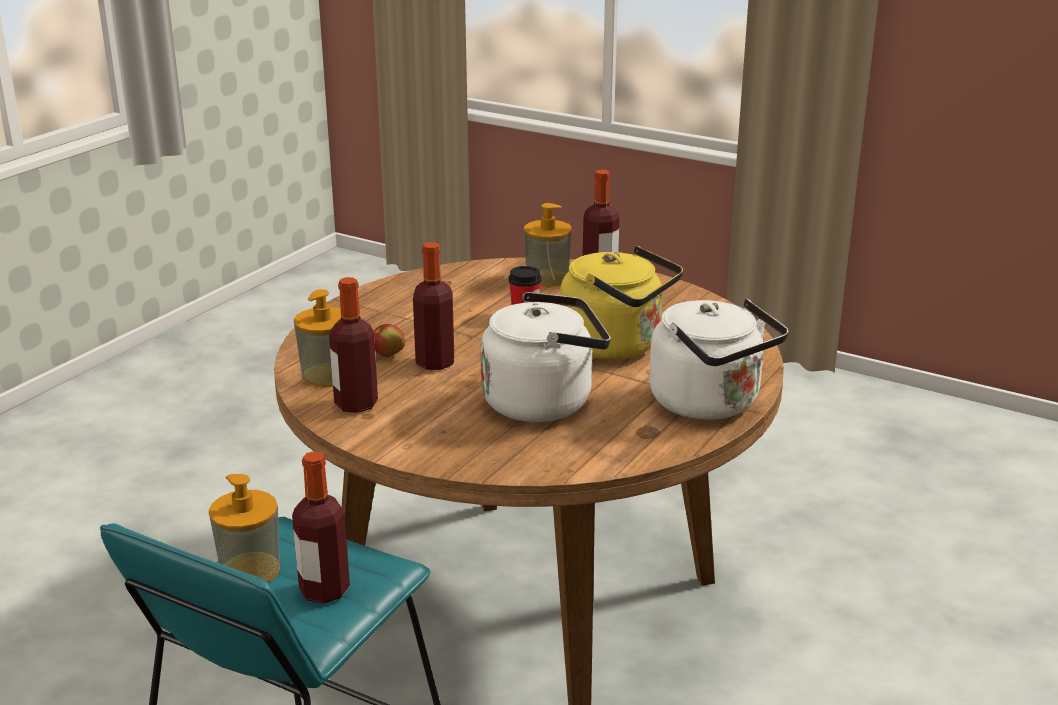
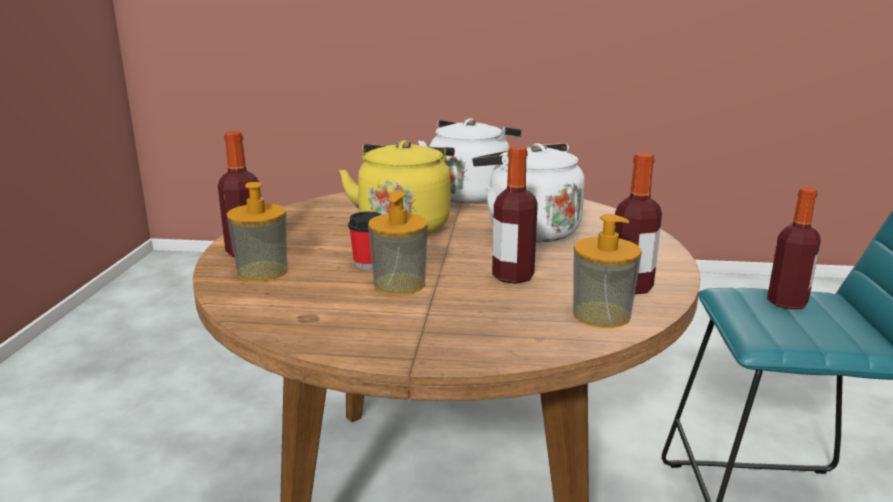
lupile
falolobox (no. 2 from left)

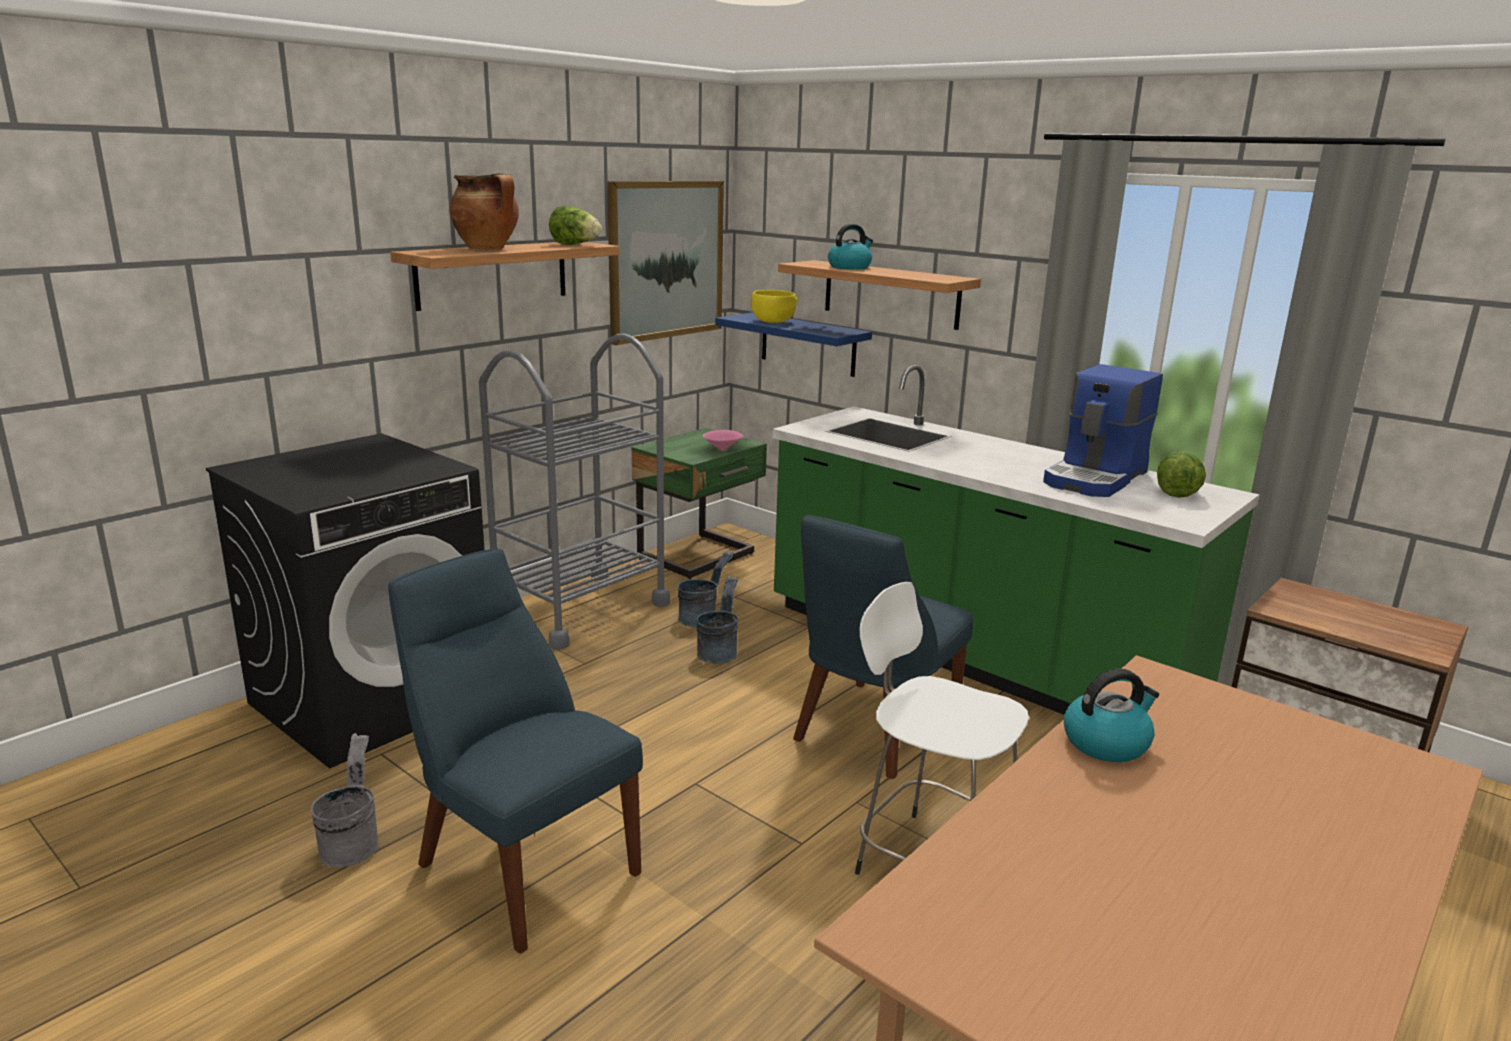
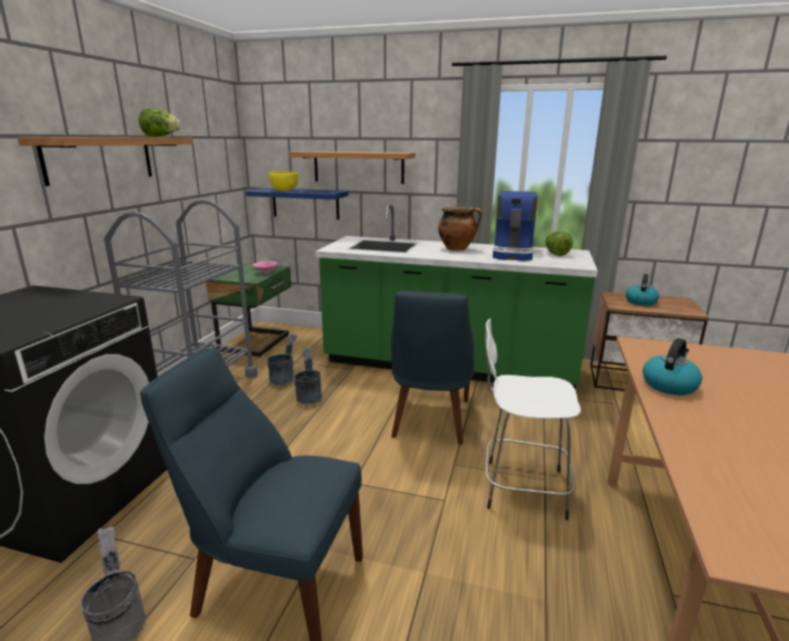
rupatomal
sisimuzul
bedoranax (no. 1 from left)

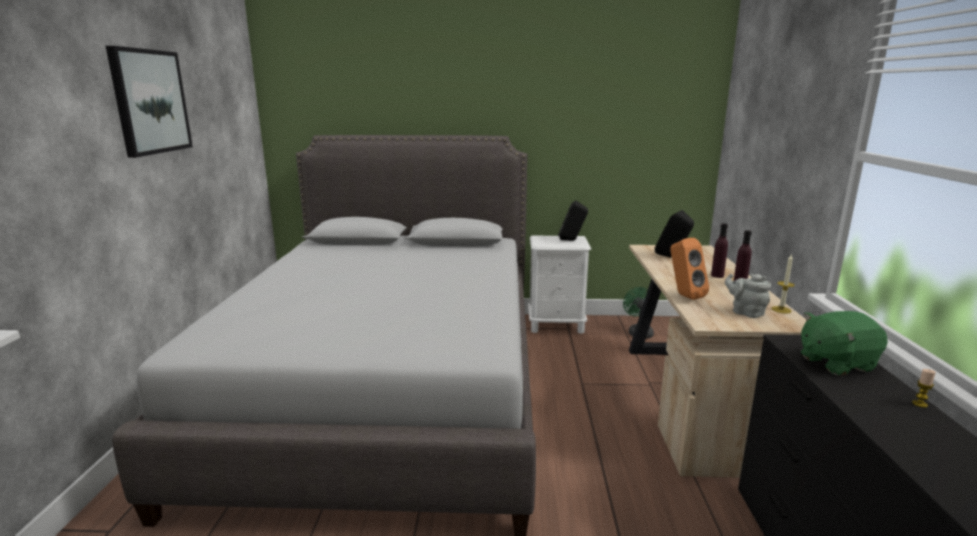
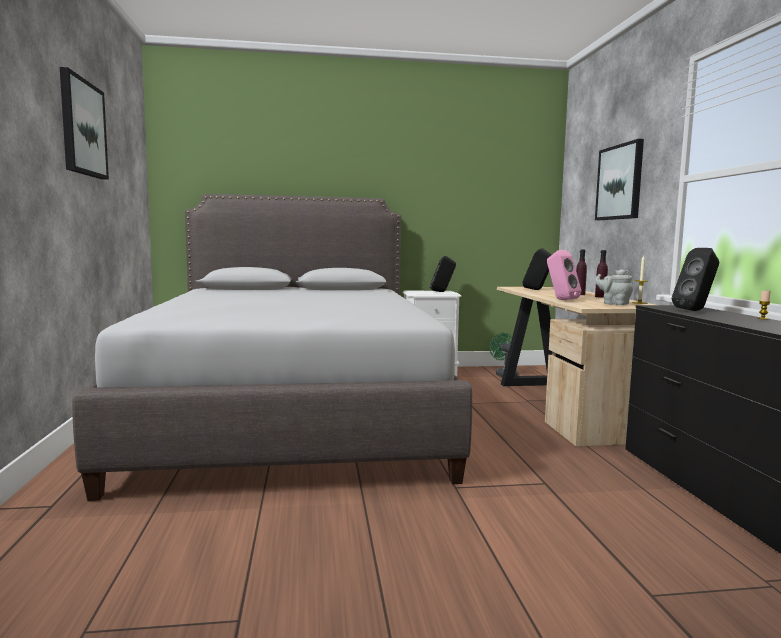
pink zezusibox
black zezusibox (no. 3 from left)
sisimuzul (no. 2 from left)

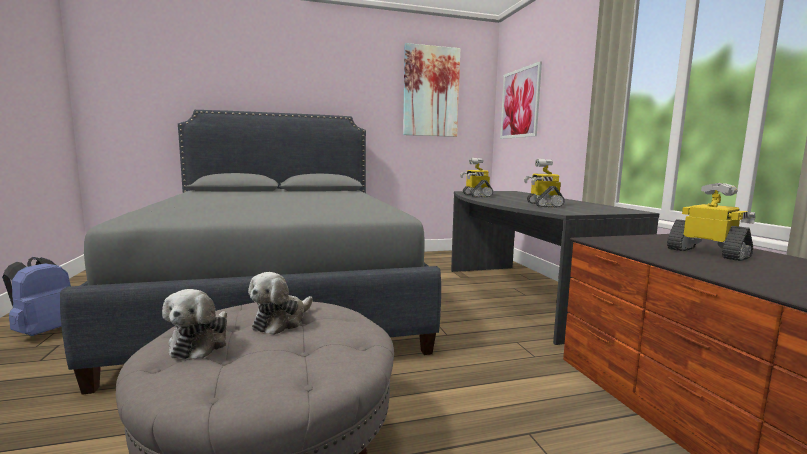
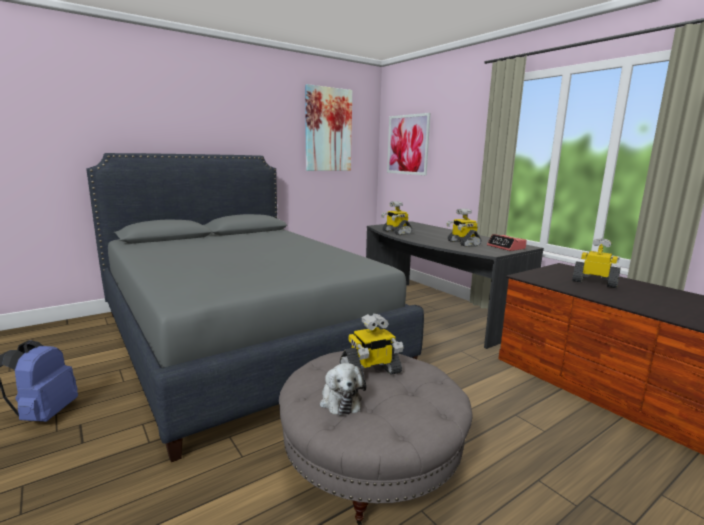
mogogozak (no. 1 from left)
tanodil

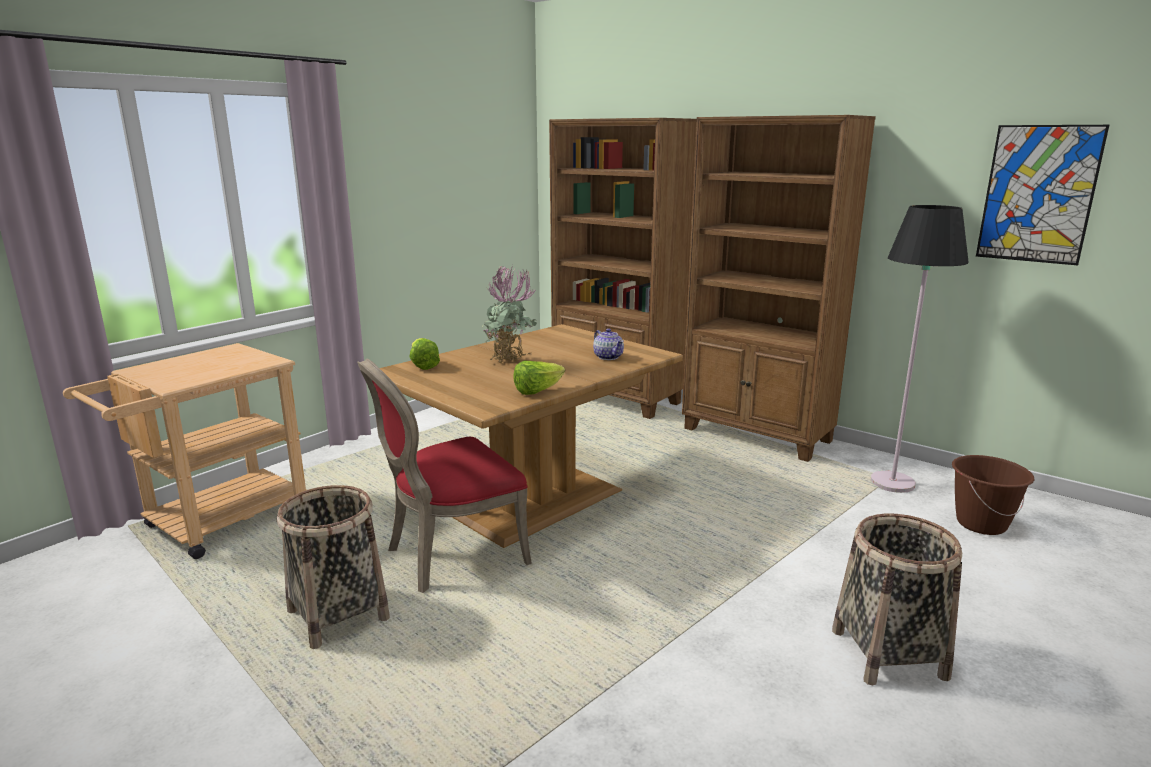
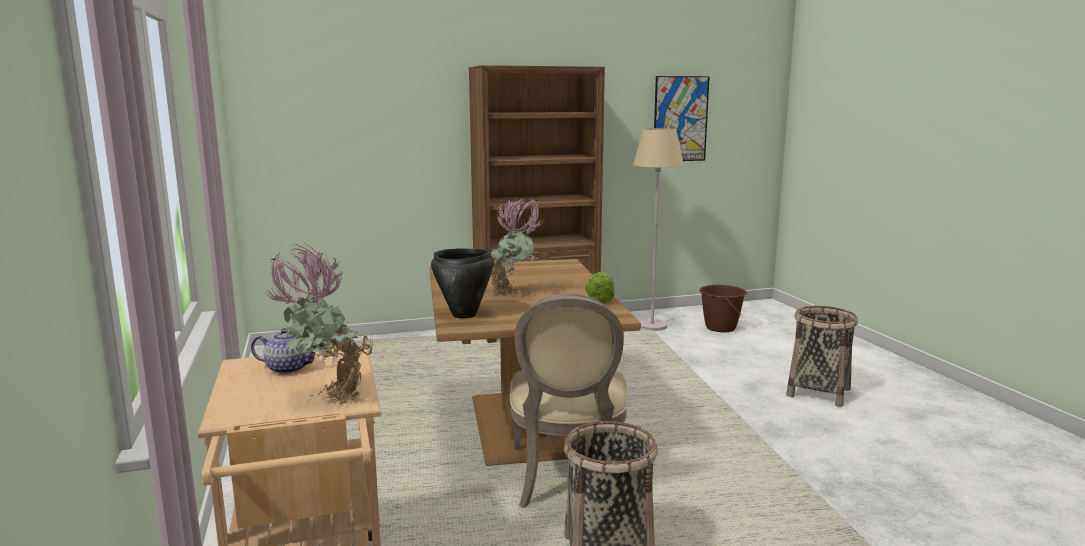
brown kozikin (no. 1 from left in the first image)
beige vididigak
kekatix
black rupatomal
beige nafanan
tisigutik (no. 1 from left)

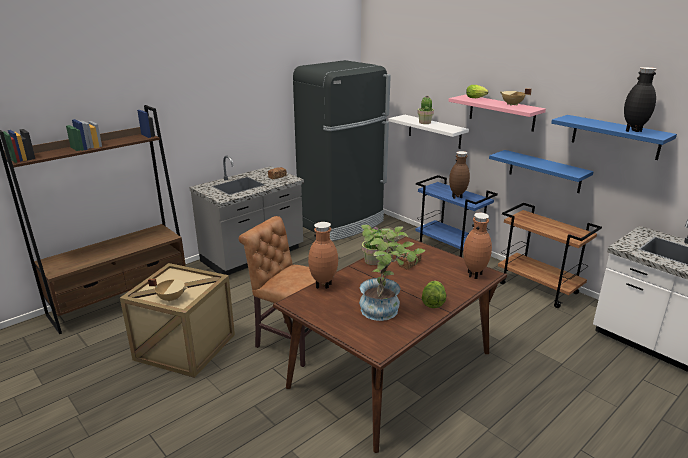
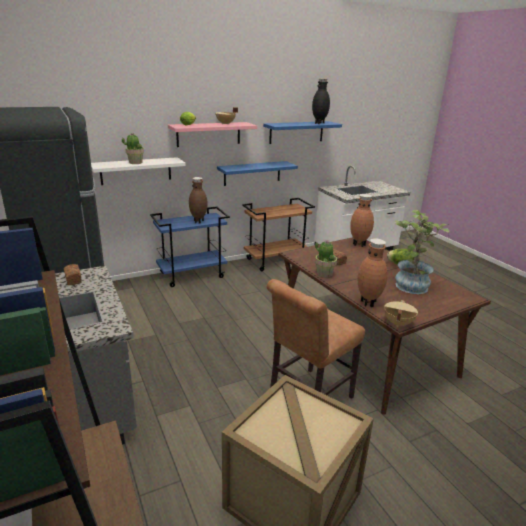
beige rupatomal (no. 2 from left)

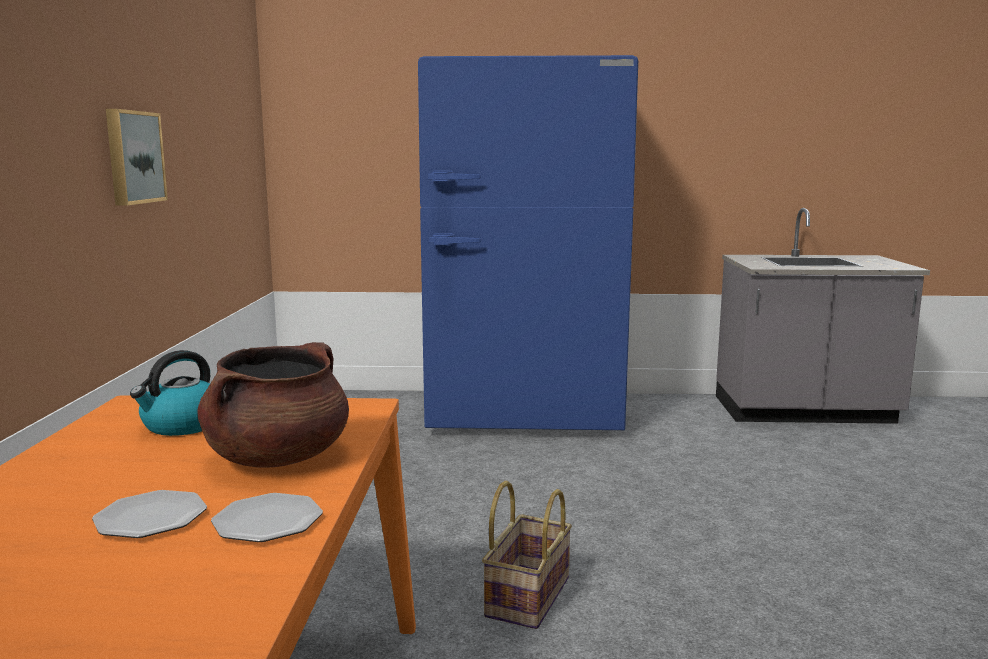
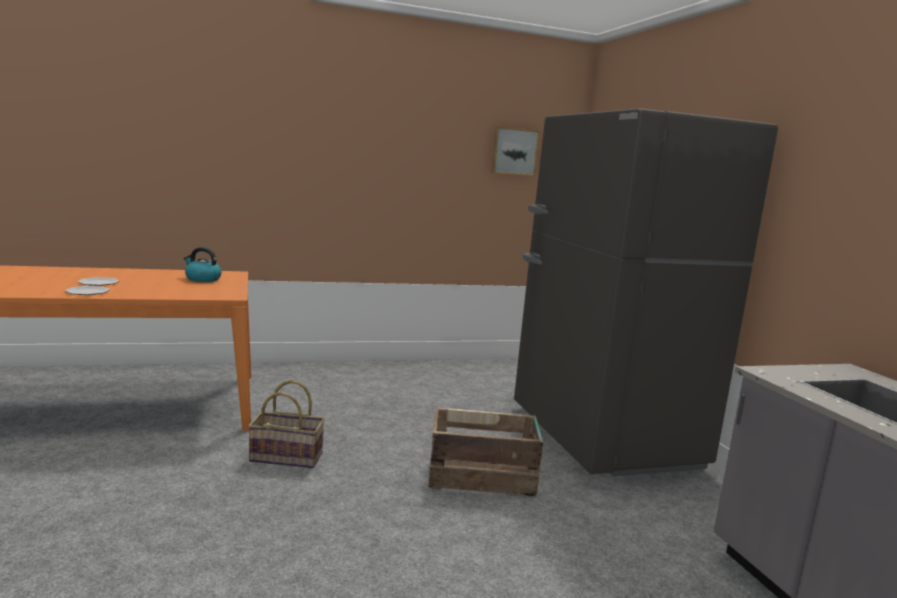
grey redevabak
sisimuzul
brown rupatomal
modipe

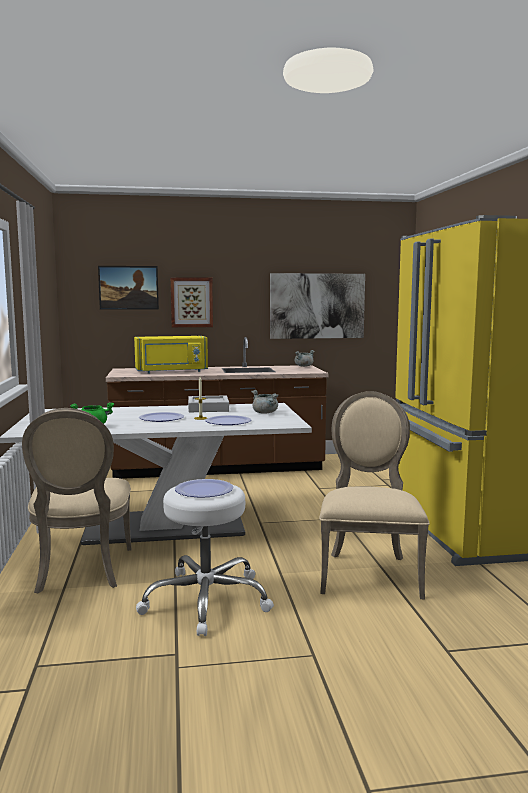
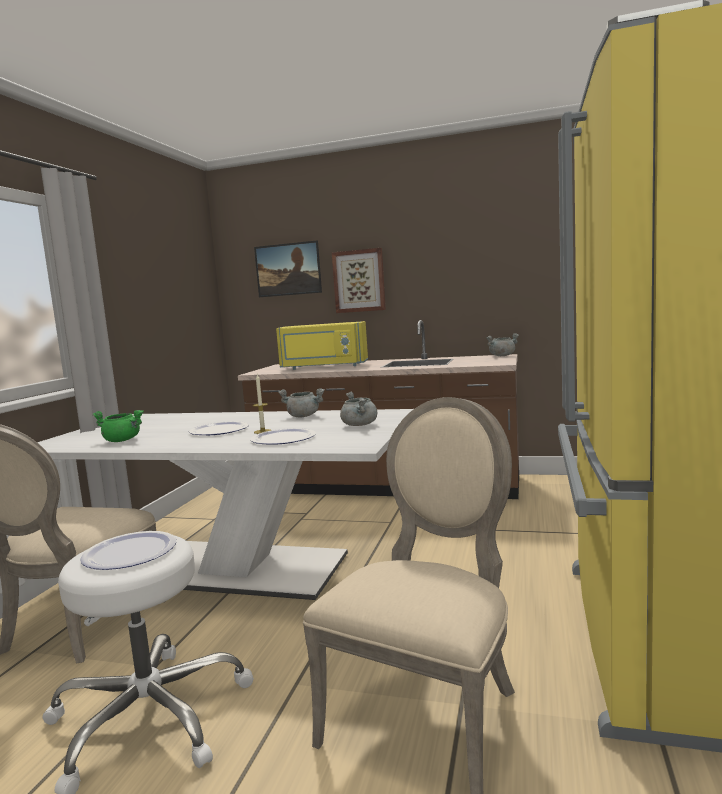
sisimuzul (no. 3 from left in the first image)
grey rupatomal (no. 1 from left)

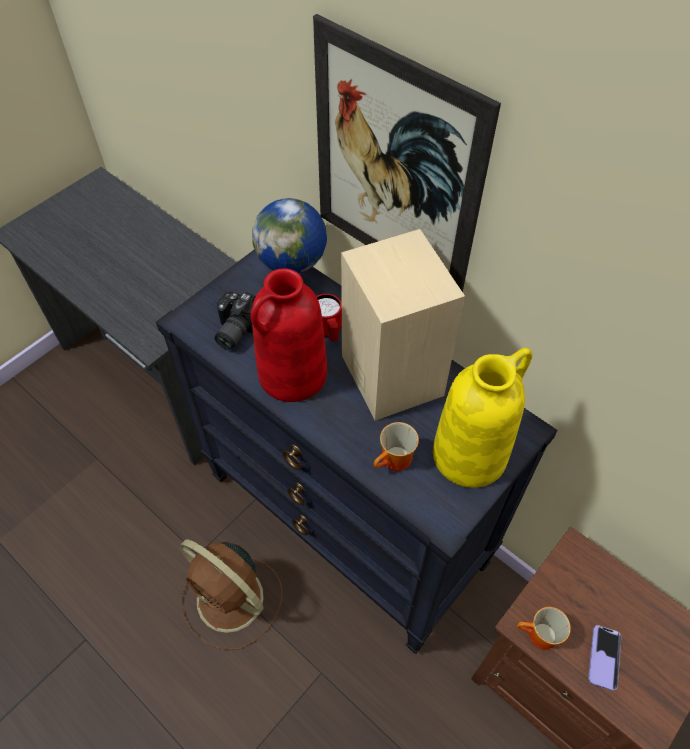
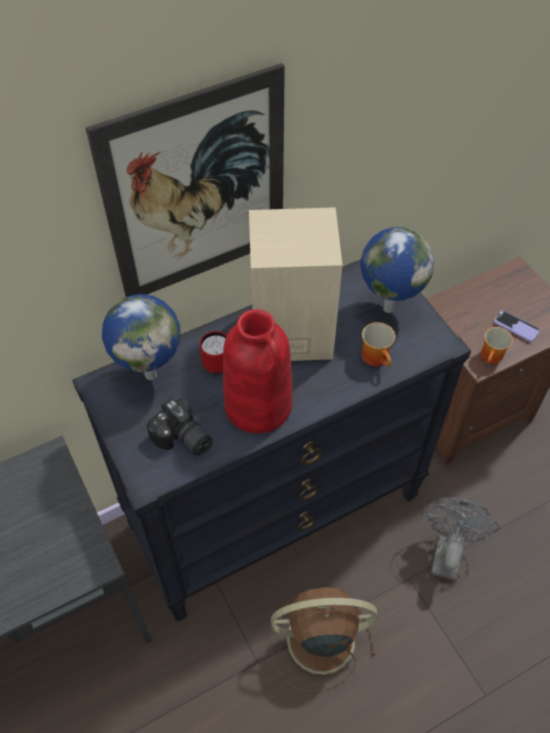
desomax (no. 2 from left)
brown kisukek
grey kisukek

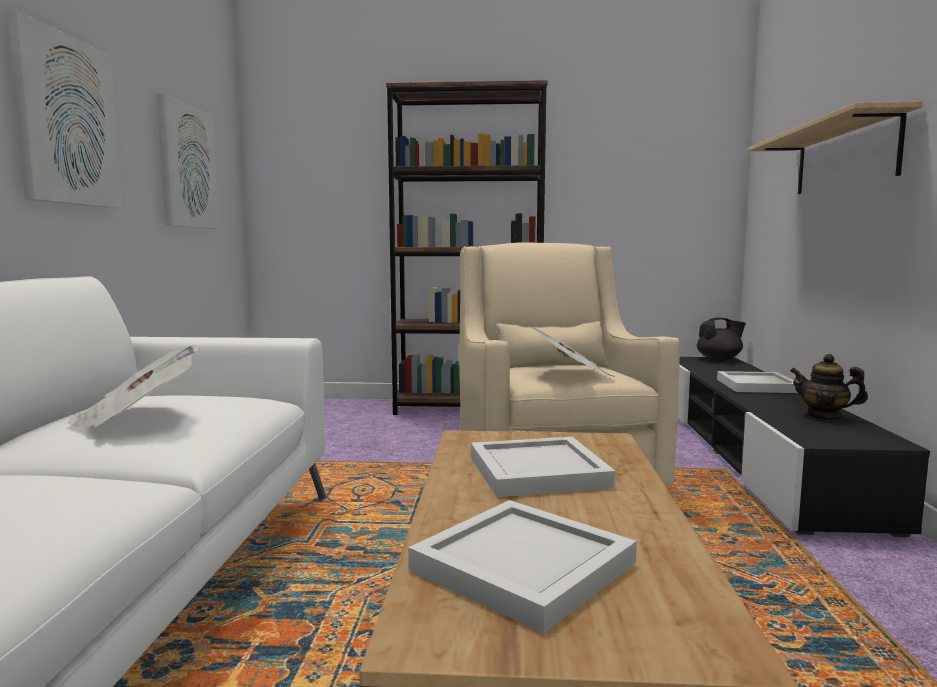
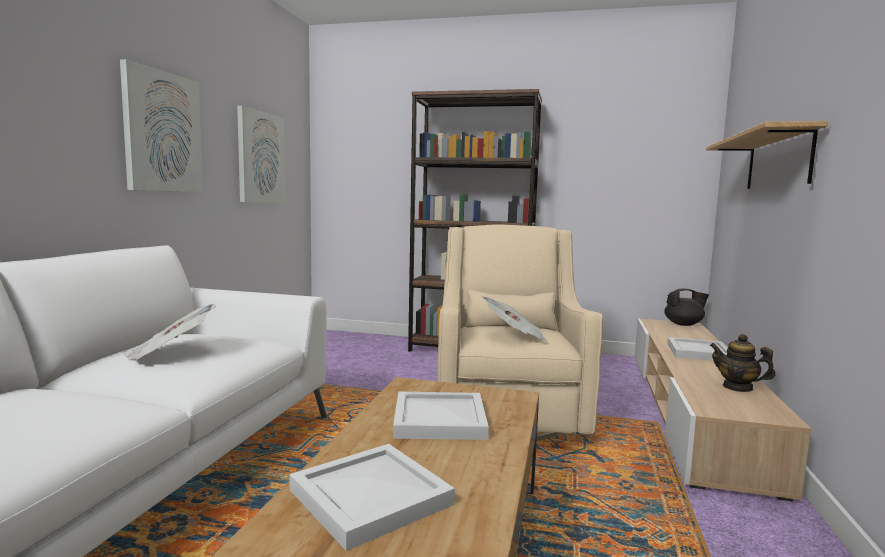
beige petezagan

